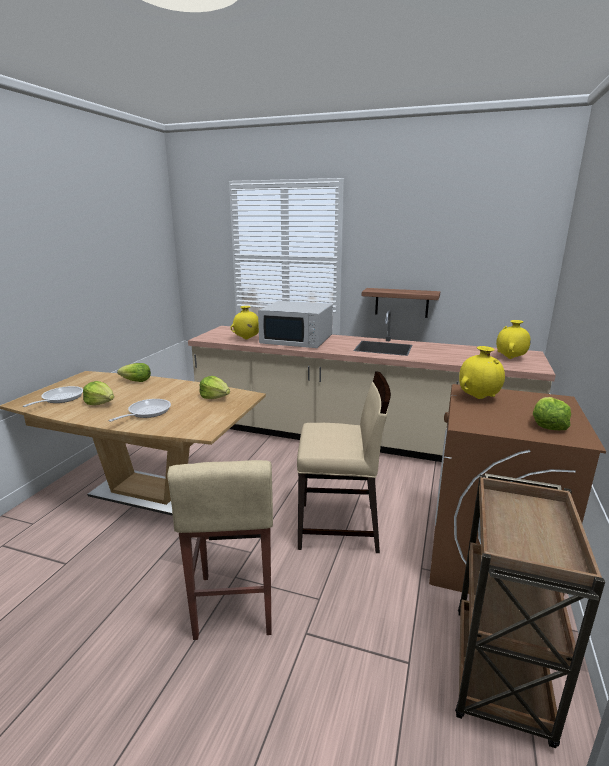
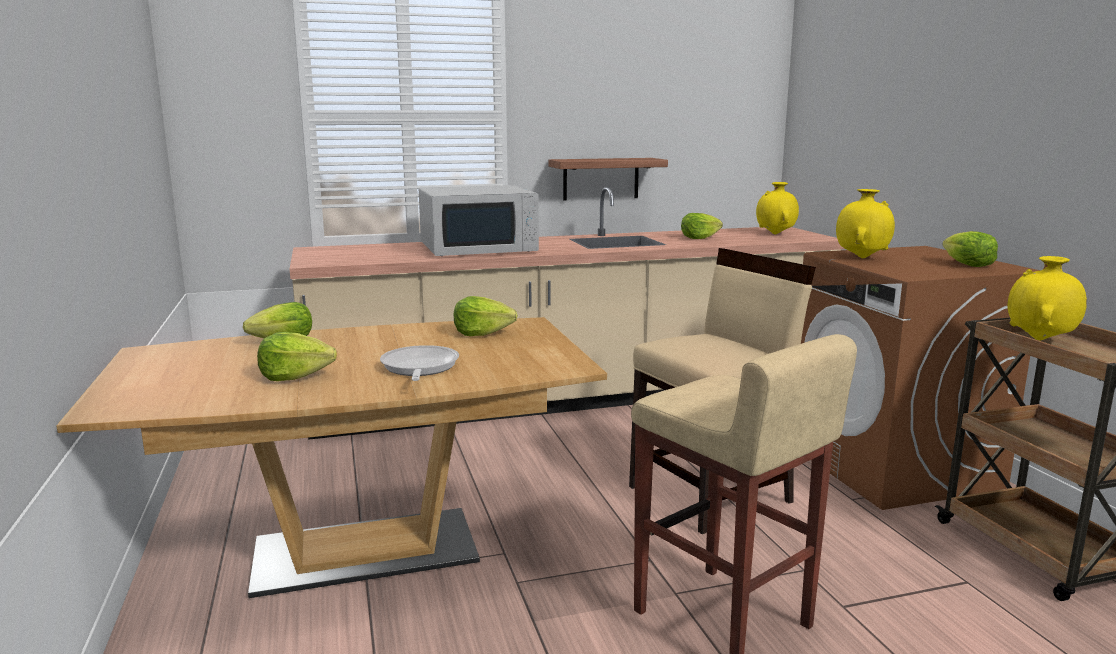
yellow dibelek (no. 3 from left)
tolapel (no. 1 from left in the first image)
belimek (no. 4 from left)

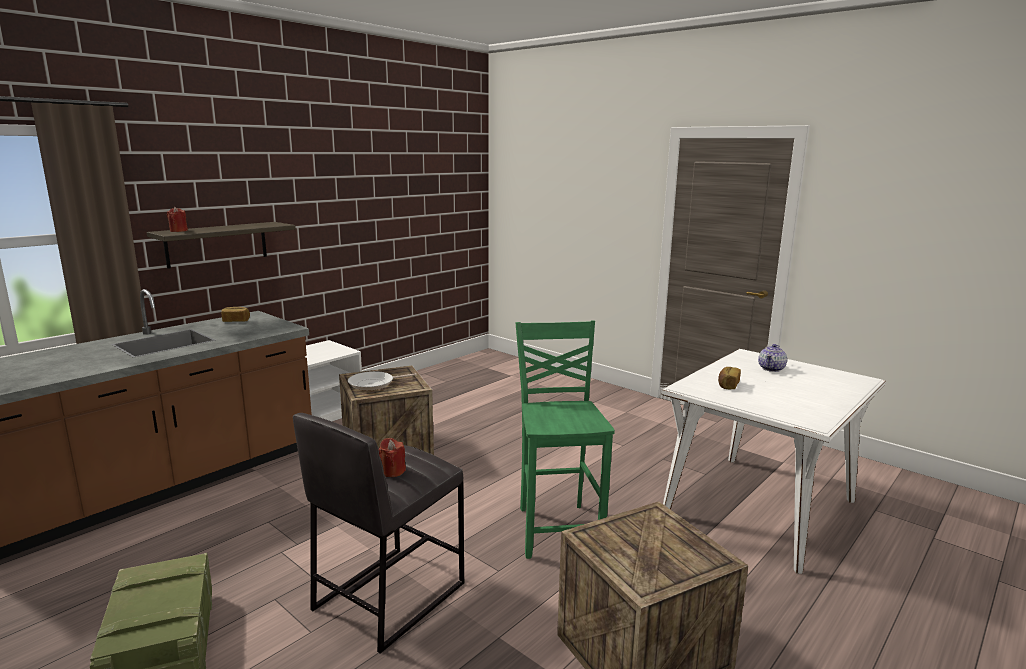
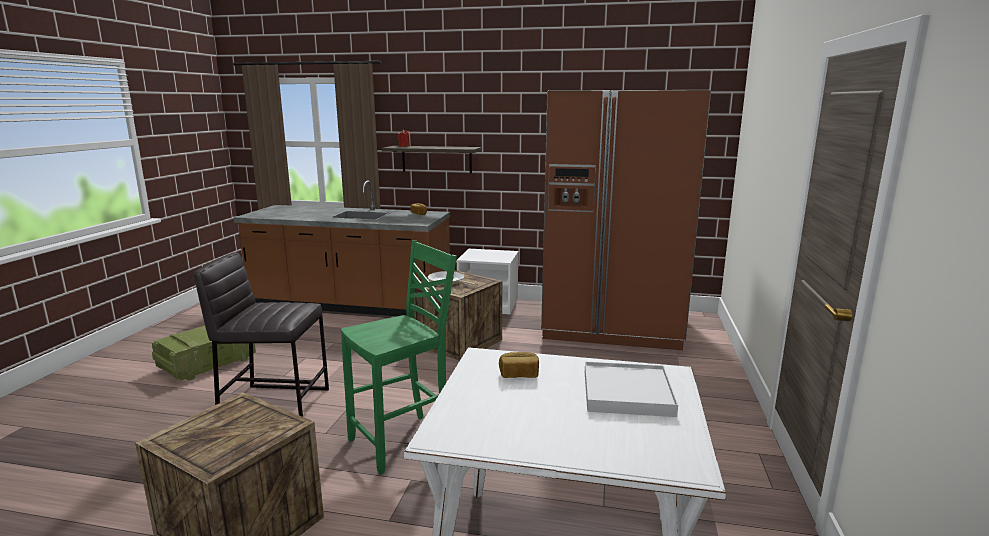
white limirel
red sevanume (no. 2 from left in the first image)
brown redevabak

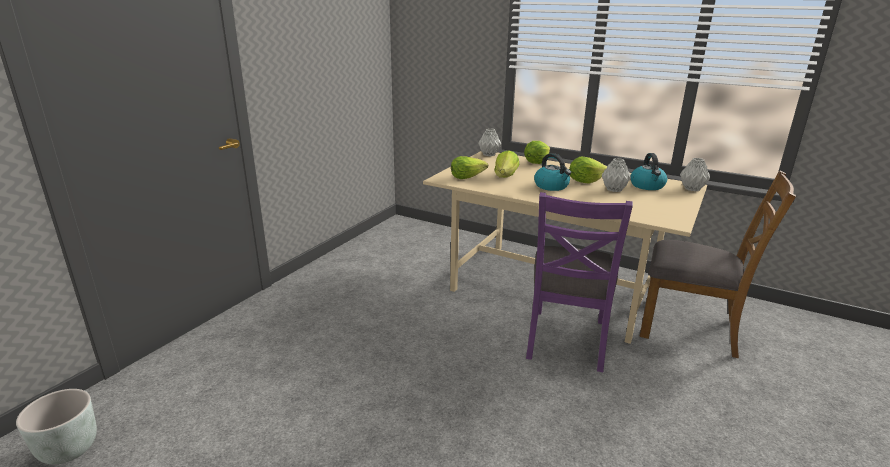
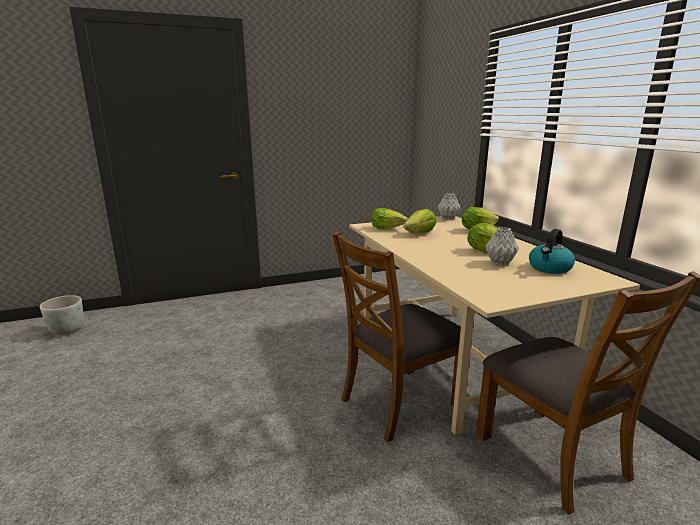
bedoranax (no. 1 from left in the first image)
grey dibelek (no. 3 from left in the first image)
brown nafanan (no. 1 from left)

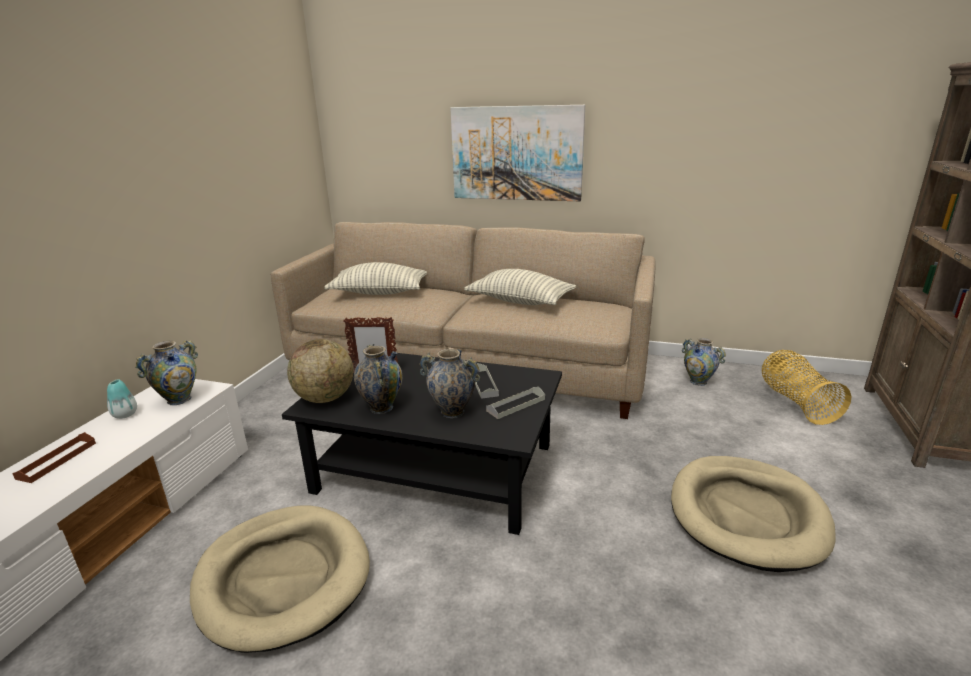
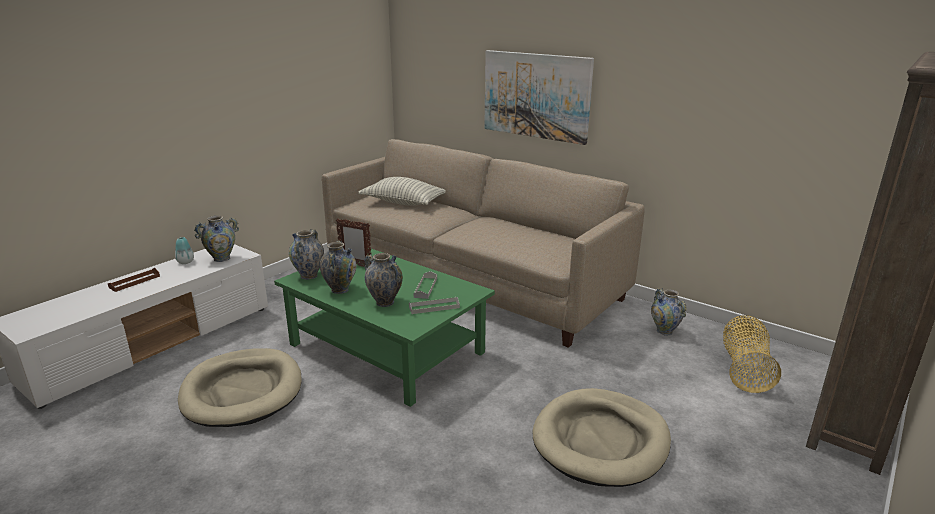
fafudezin (no. 2 from left in the first image)
dibelek (no. 3 from left)
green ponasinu

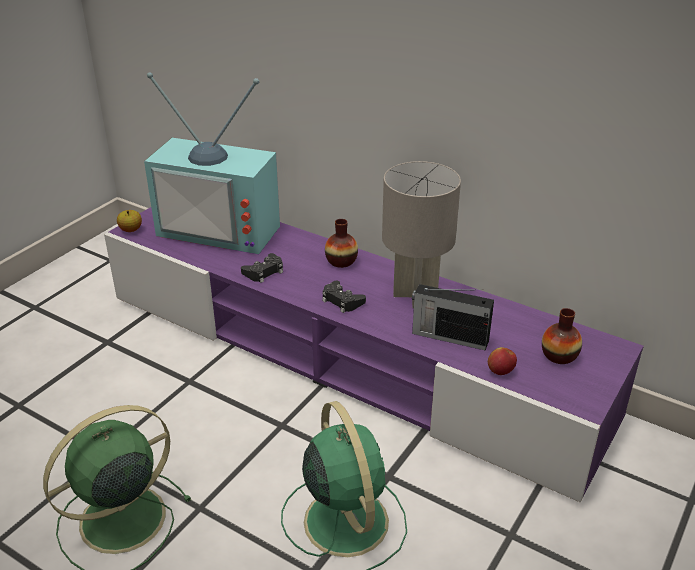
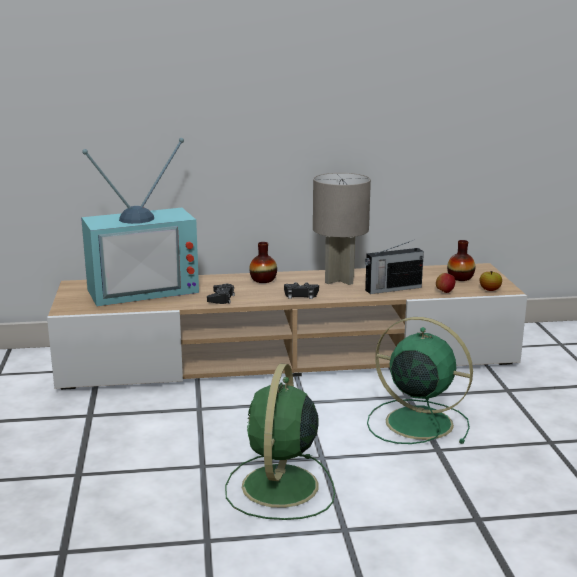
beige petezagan
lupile (no. 2 from left)

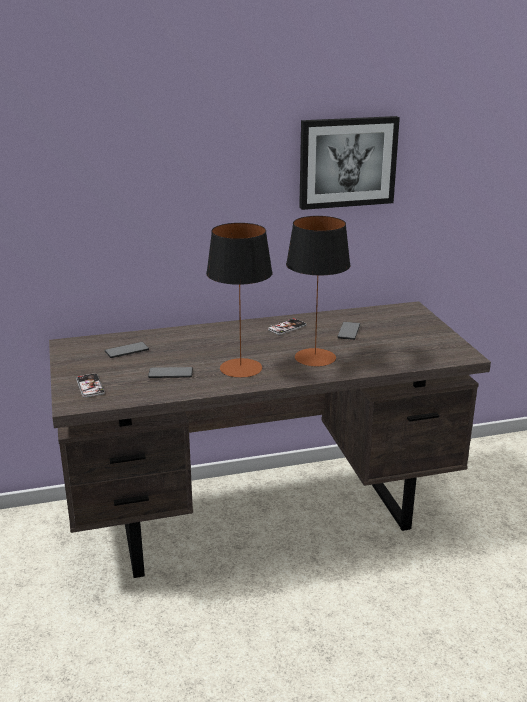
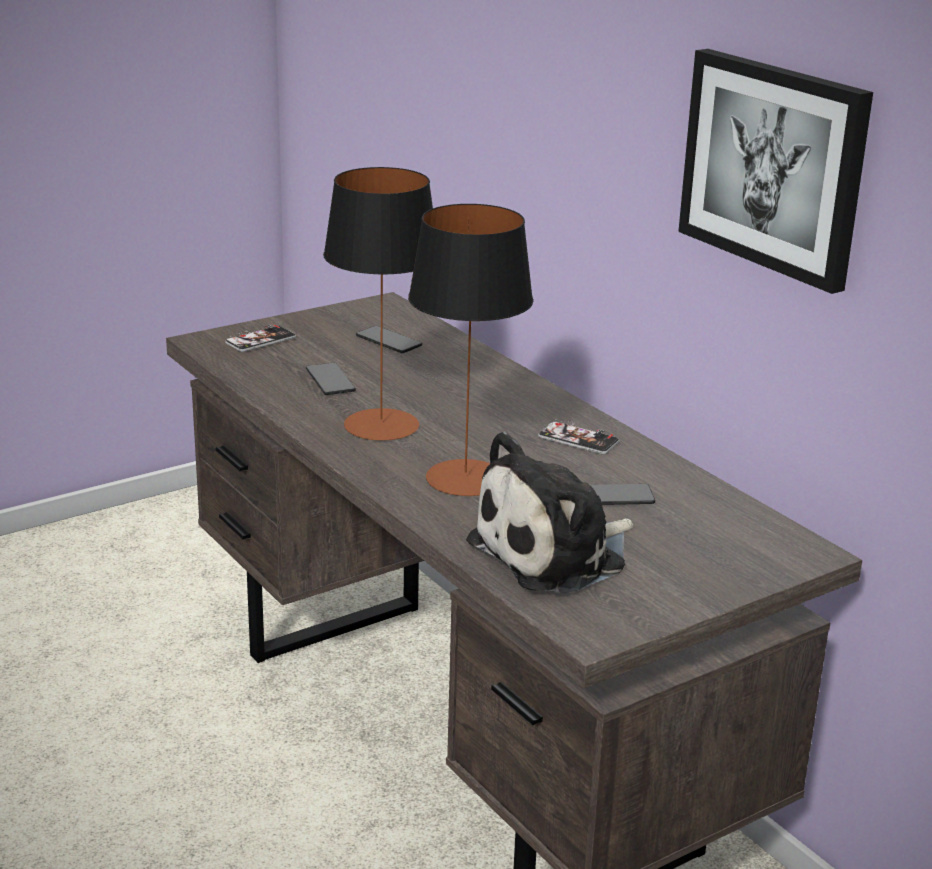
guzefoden

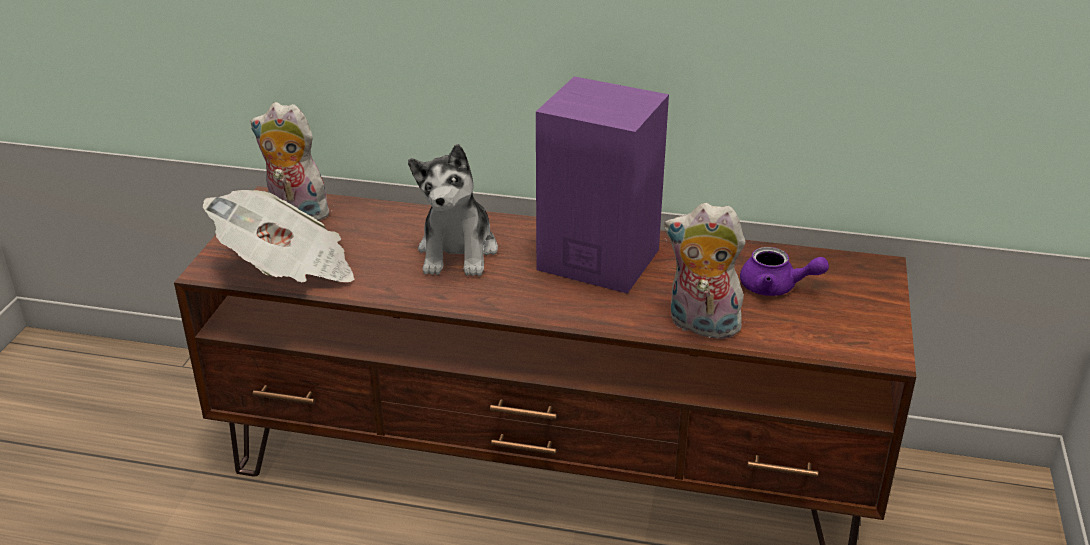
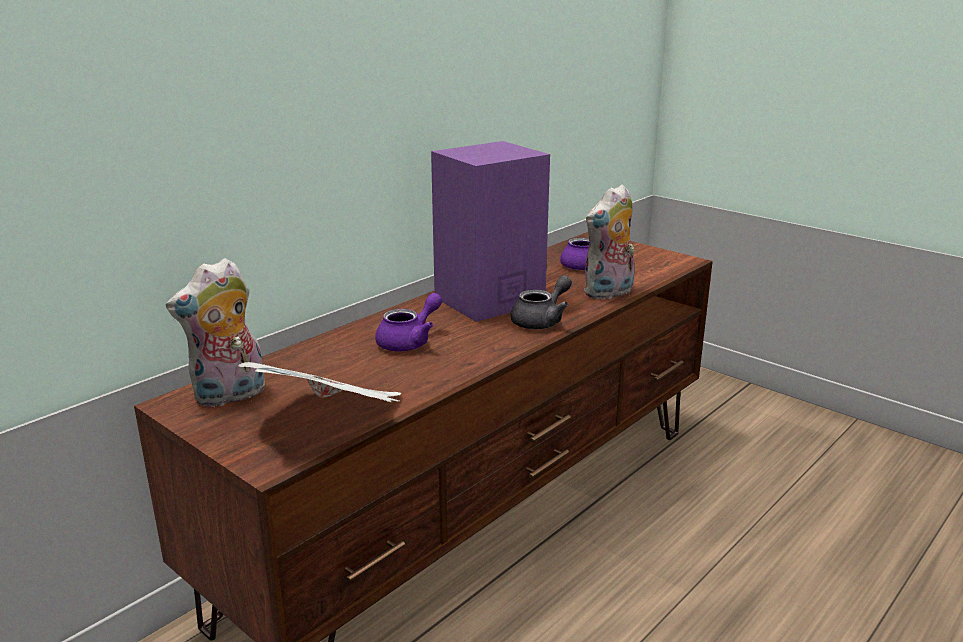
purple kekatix (no. 1 from left)
grey kekatix

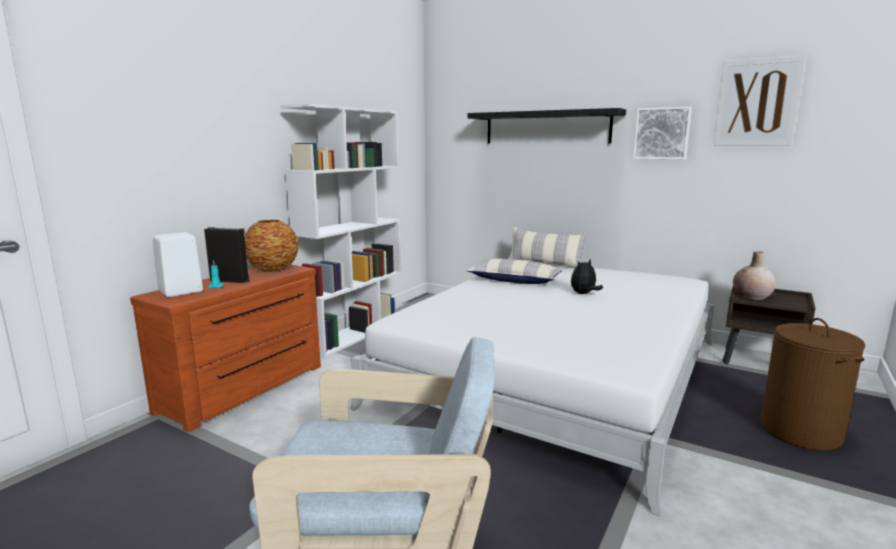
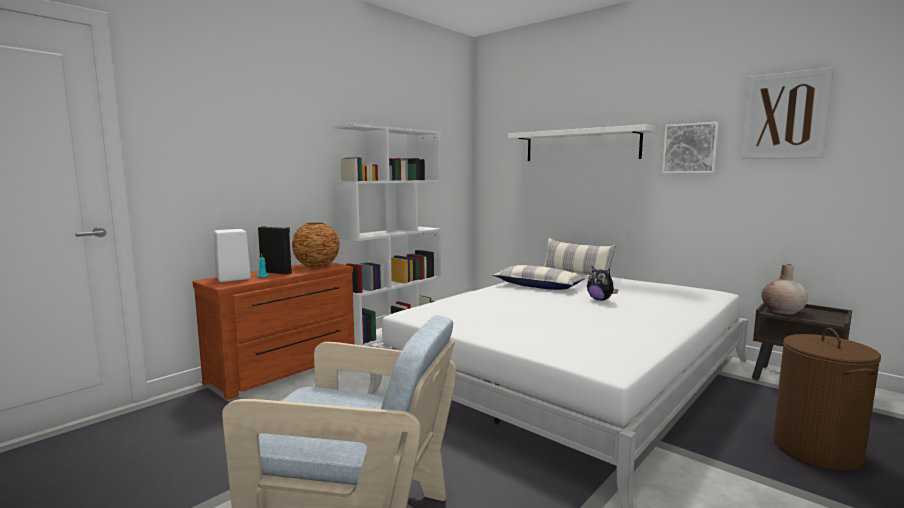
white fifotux
guzefoden

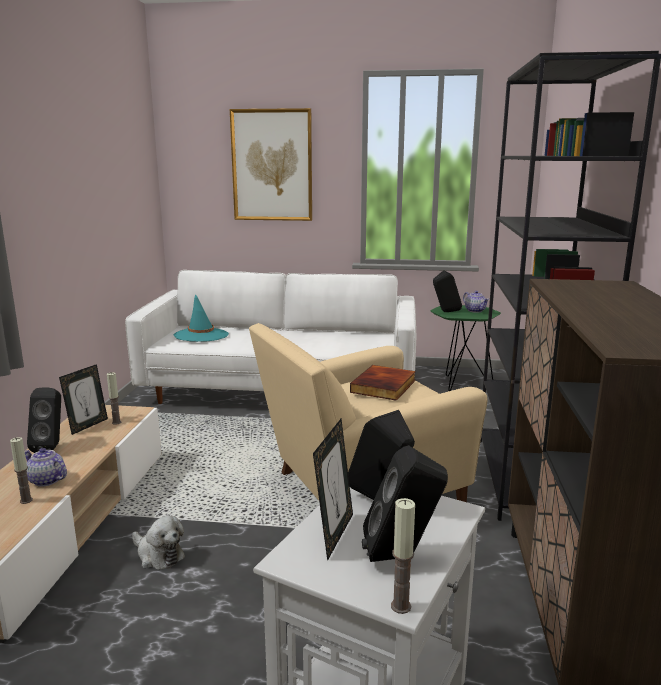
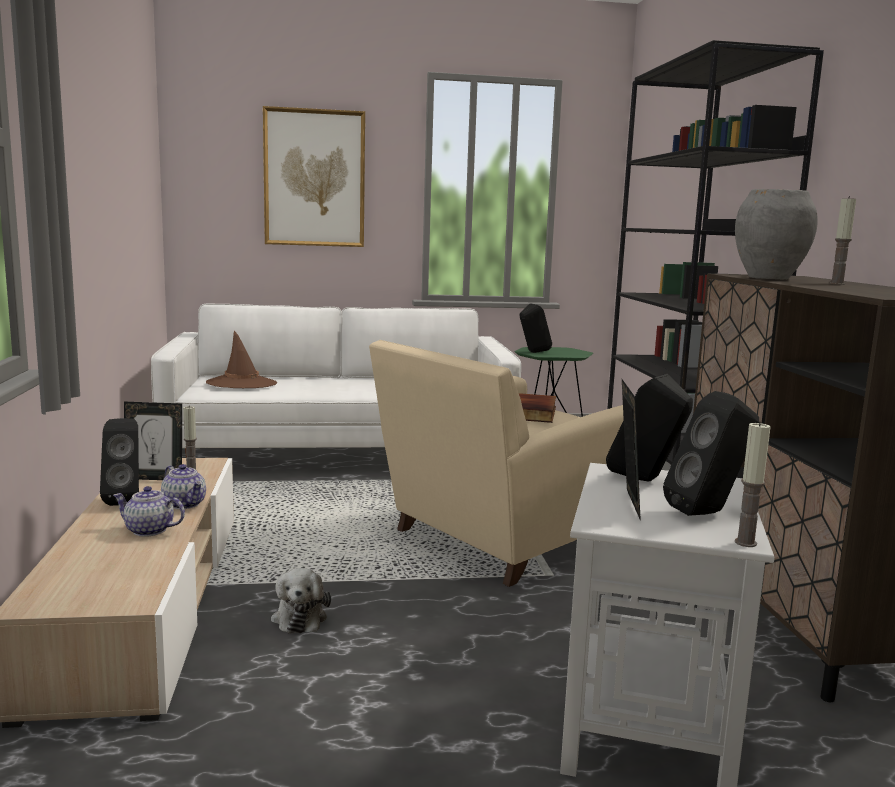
kekatix (no. 2 from left)
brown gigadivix
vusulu (no. 1 from left)
sevanume (no. 3 from left)
guzefoden
grey dibelek

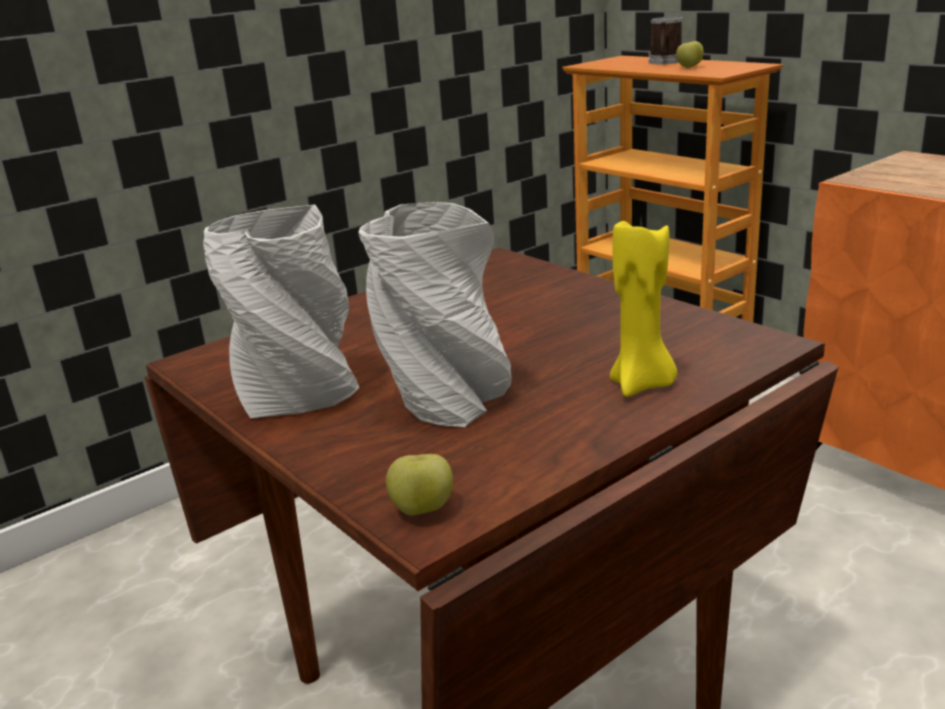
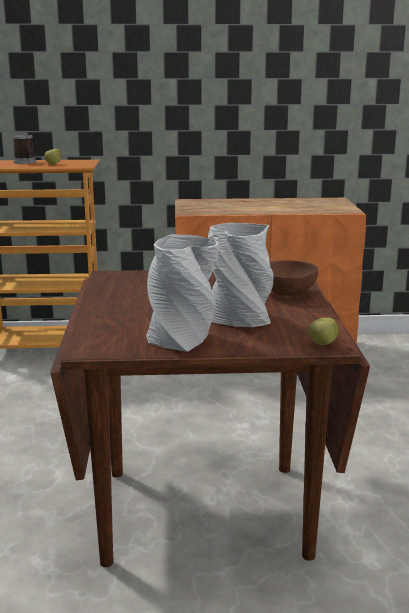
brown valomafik

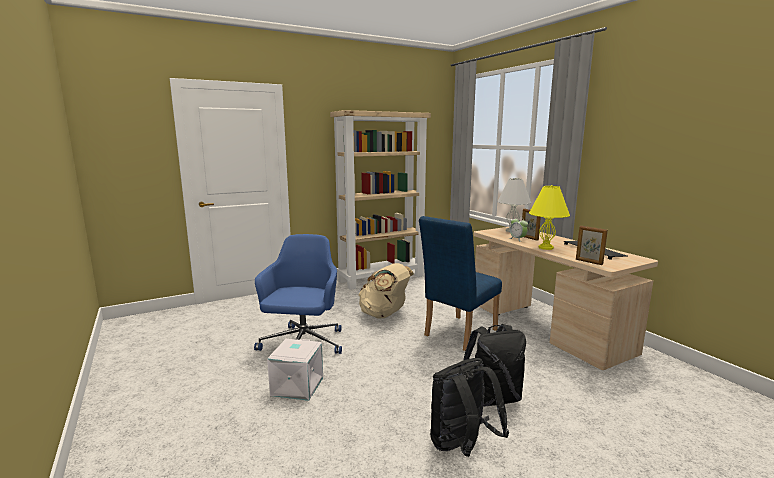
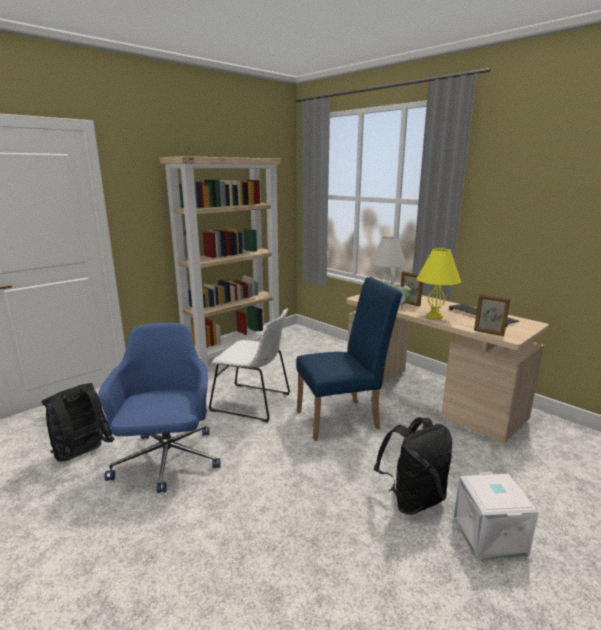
blue nafanan
white nafanan
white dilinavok
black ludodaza (no. 1 from left)

